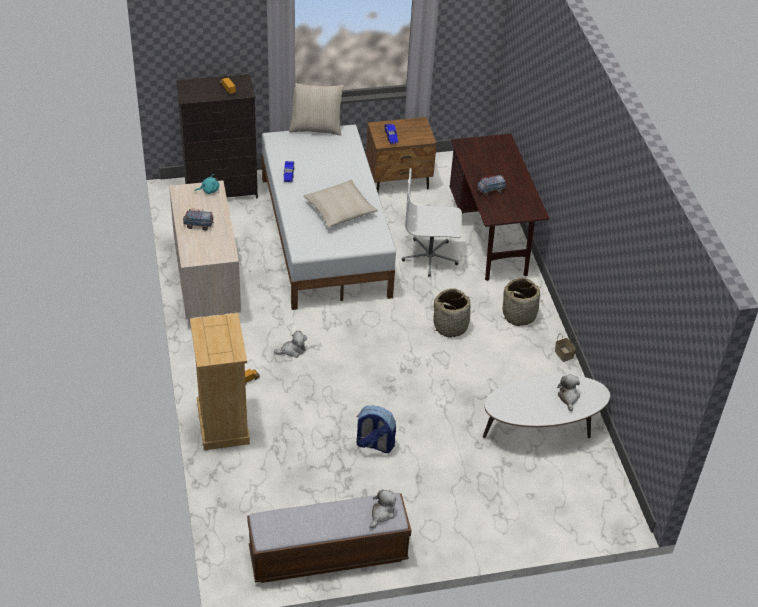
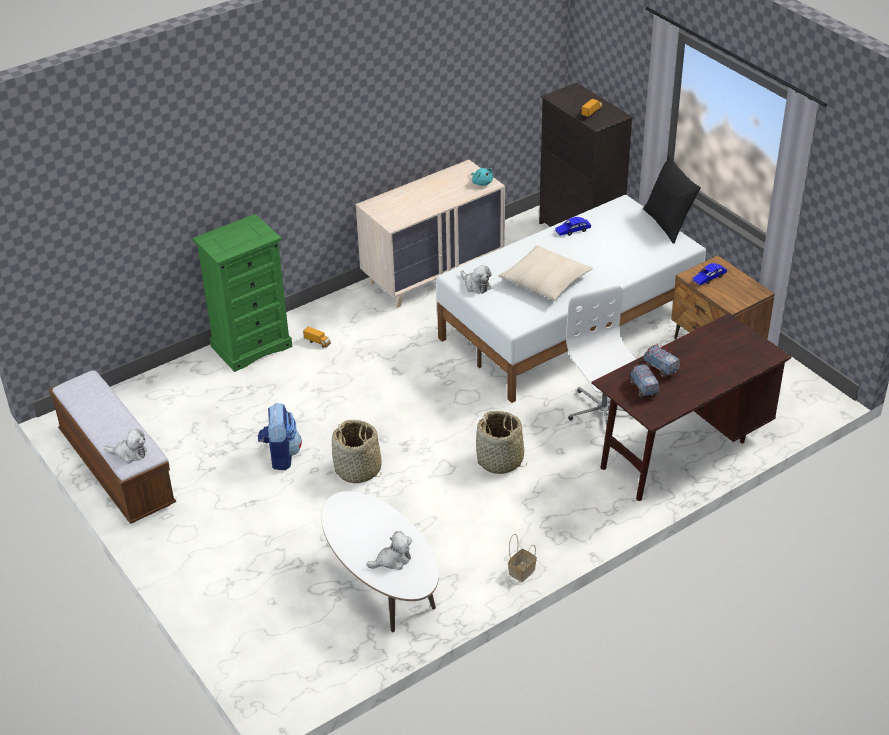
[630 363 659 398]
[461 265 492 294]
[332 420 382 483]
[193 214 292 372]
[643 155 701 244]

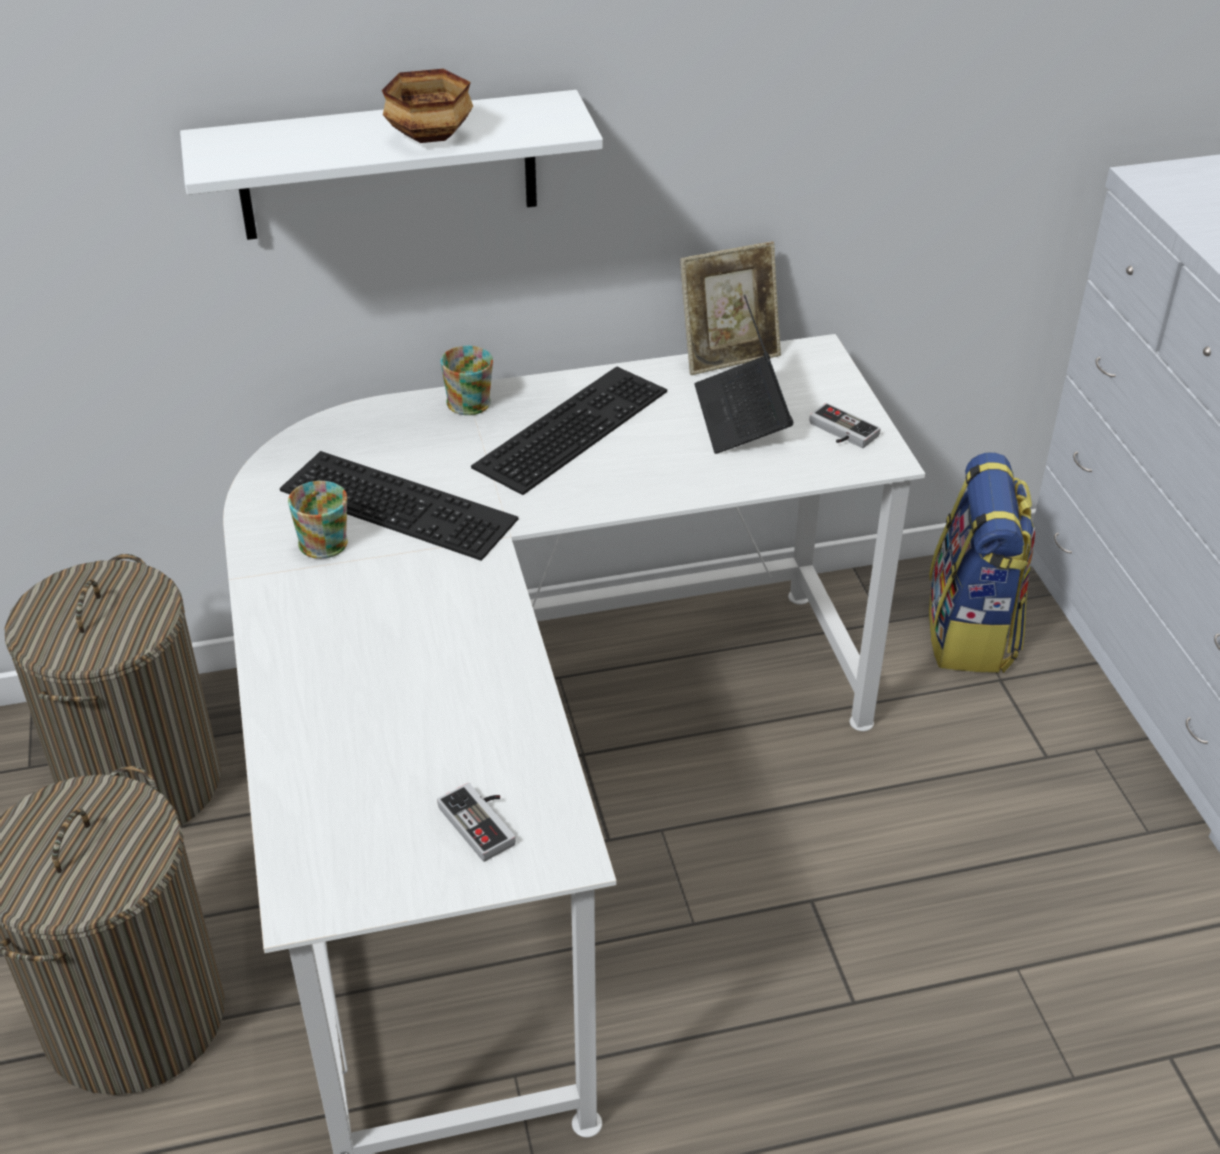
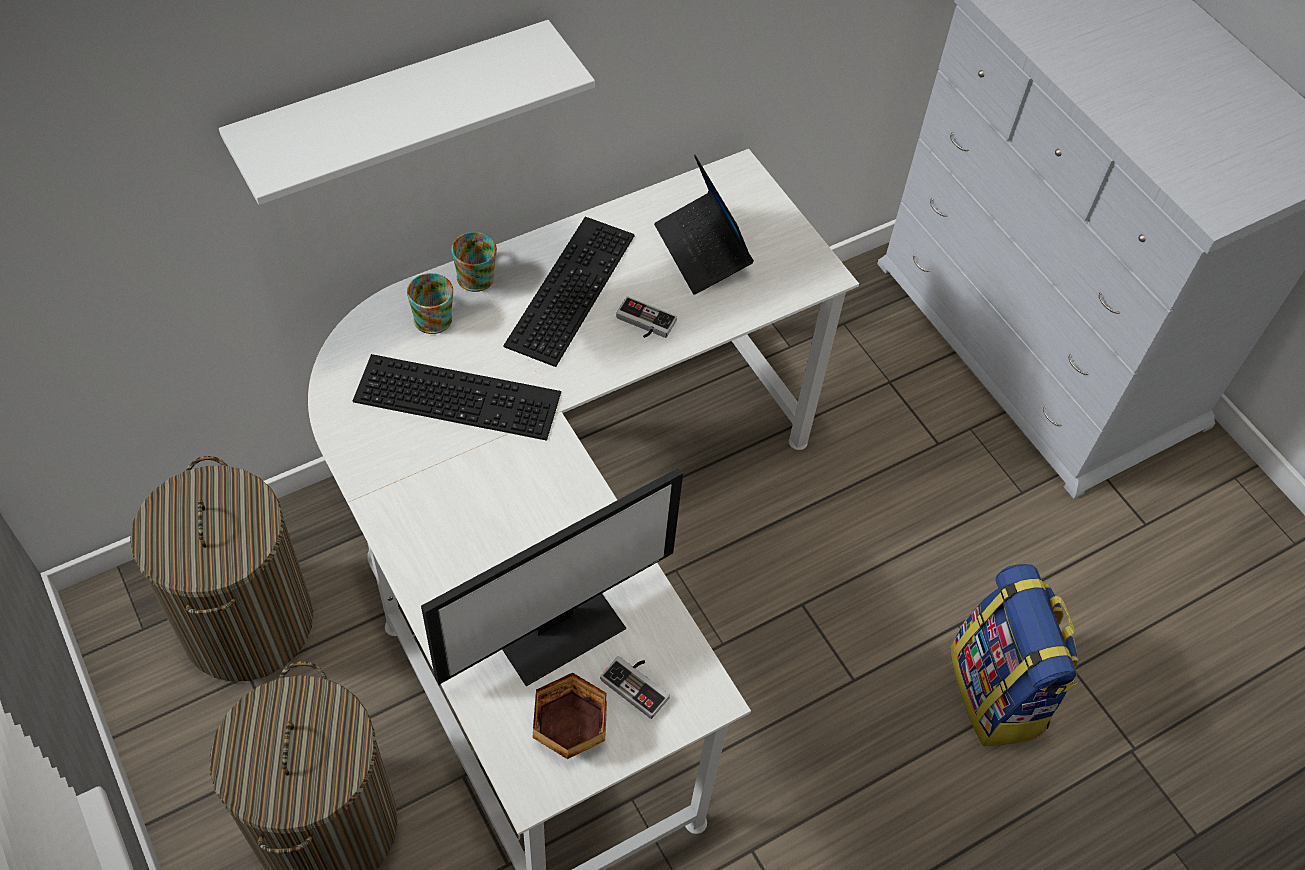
[680 241 781 375] (first image)
[421 467 683 686]
[407 273 453 334]
[532 673 607 759]
[616 296 677 338]
[950 564 1078 746]

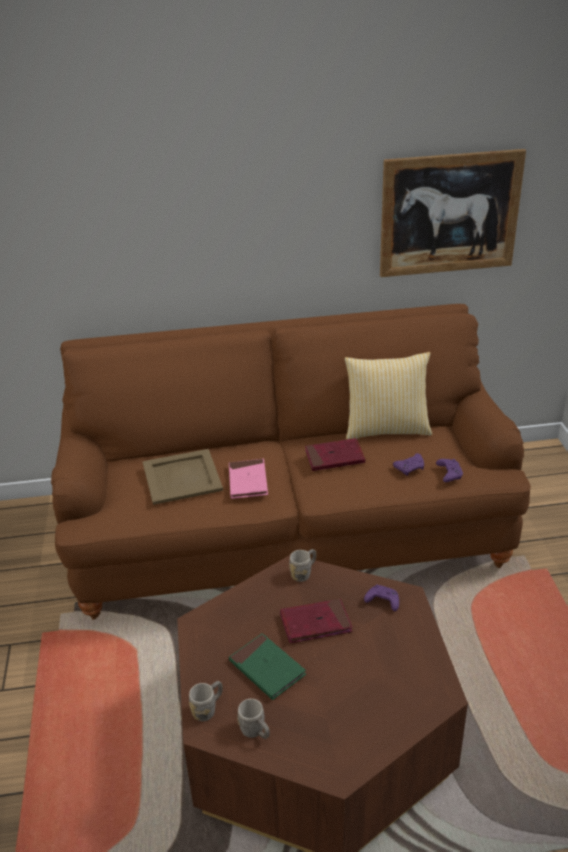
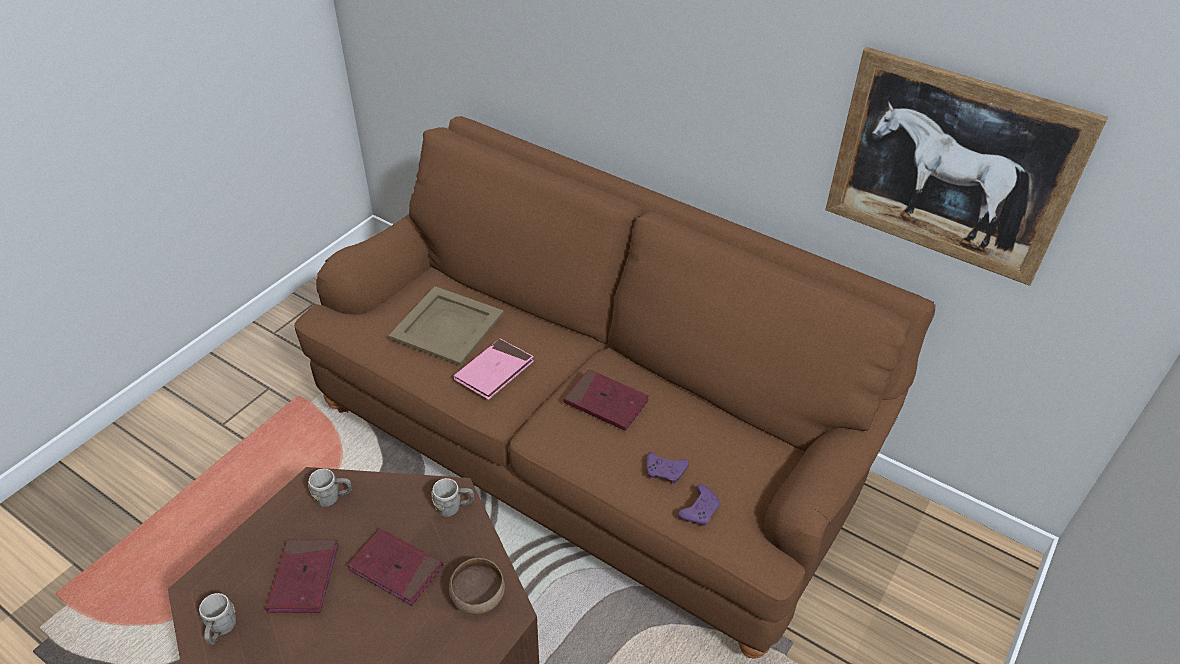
[345 352 432 440] (first image)
[308 469 352 507]
[449 558 505 614]
[265 539 339 613]

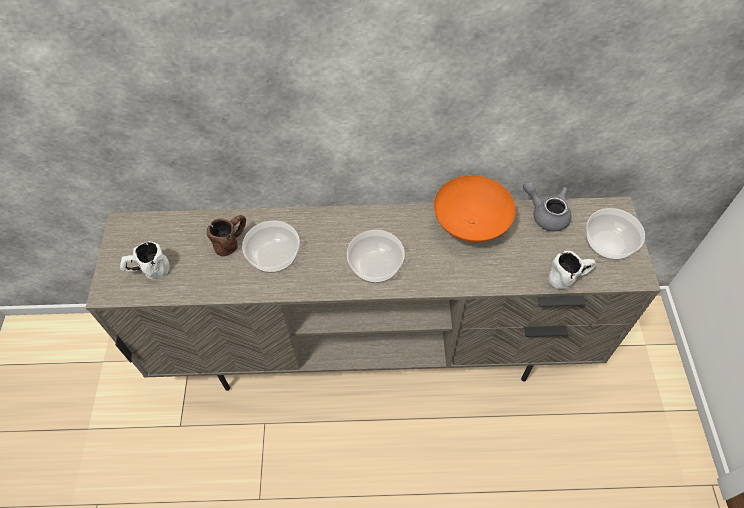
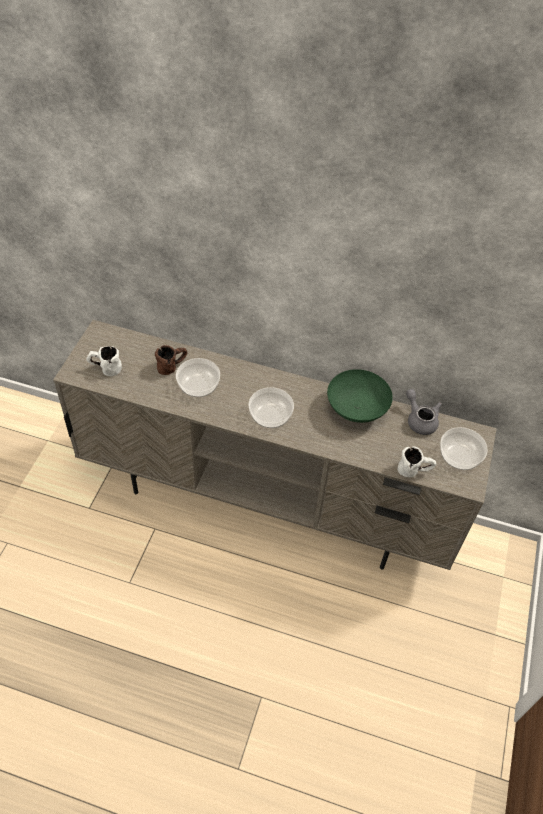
[327 369 393 423]

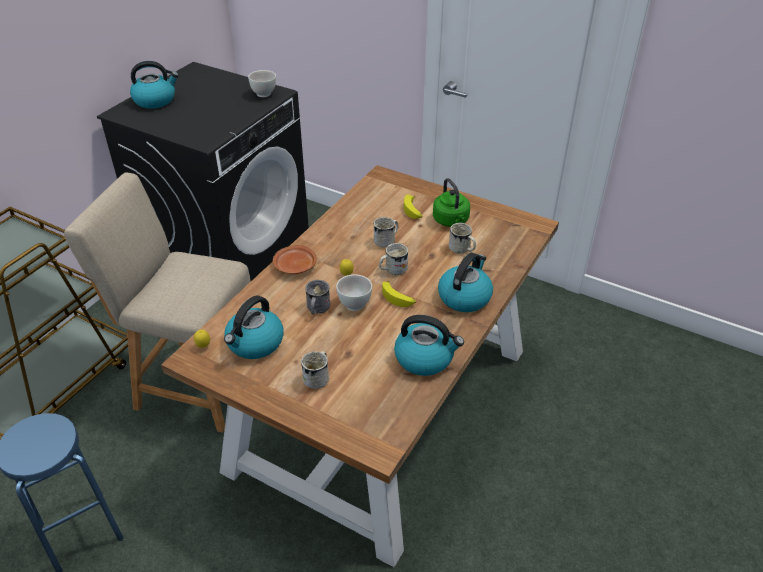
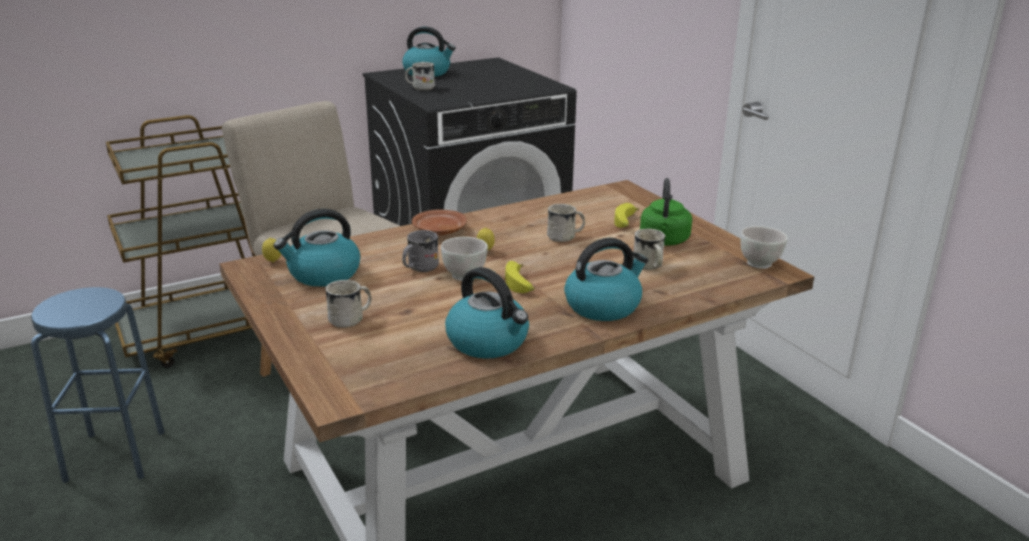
[741 226 788 269]
[405 62 435 90]

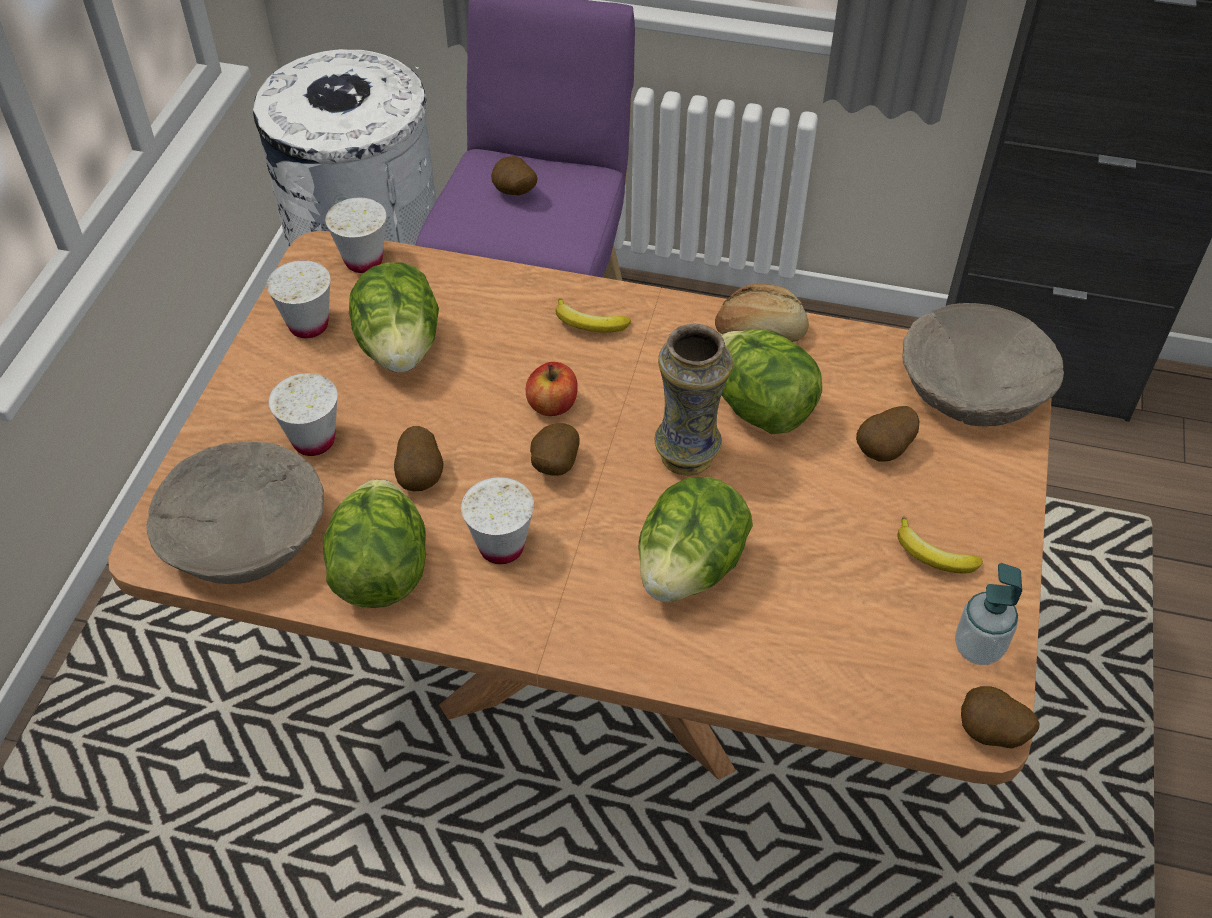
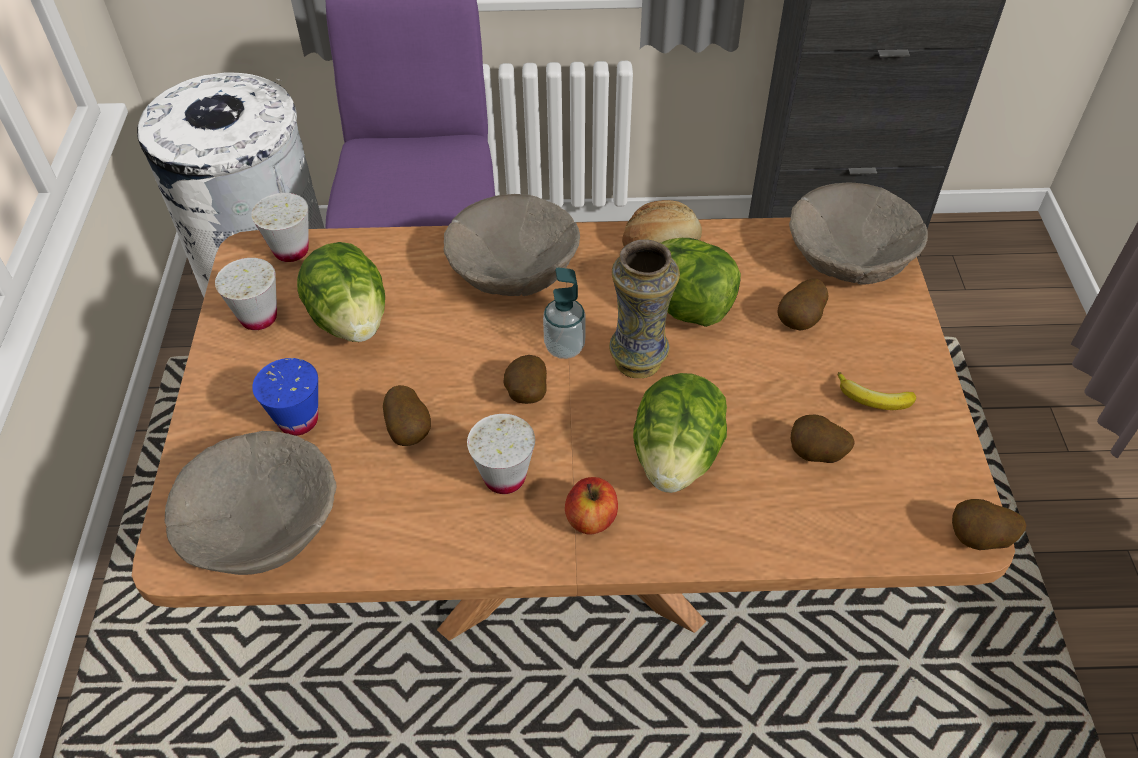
[323 479 426 608] (first image)
[791 414 855 463]
[565 477 618 535]
[543 267 586 359]
[443 194 580 296]
[252 358 318 436]

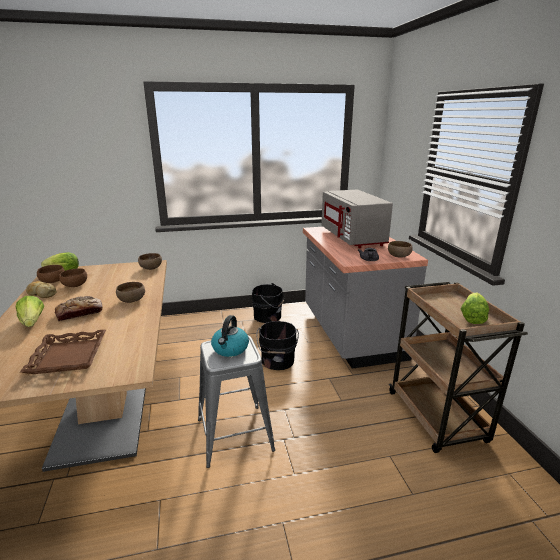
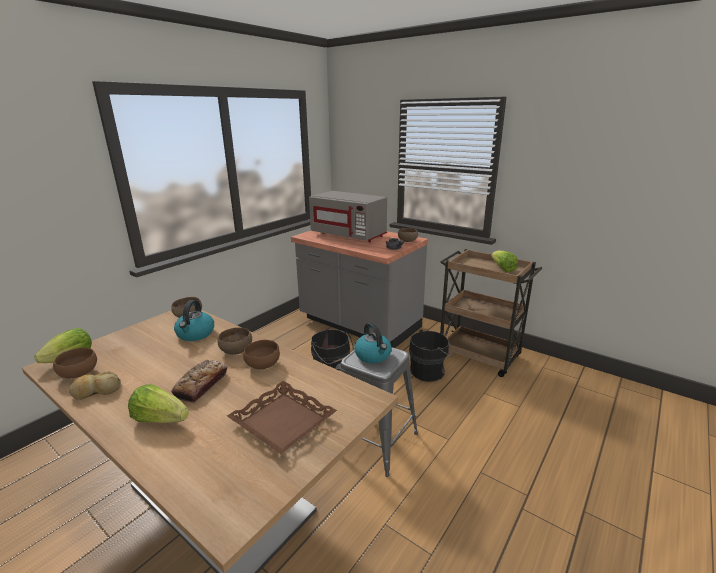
[174 300 214 341]
[243 340 280 369]
[409 330 453 382]

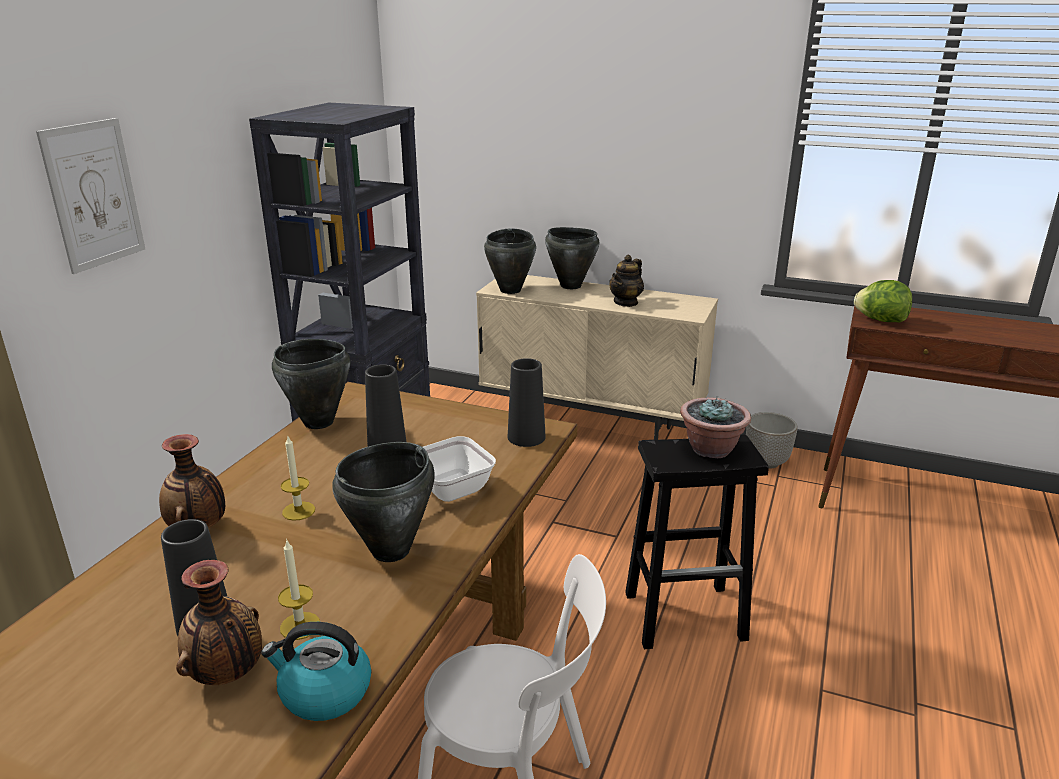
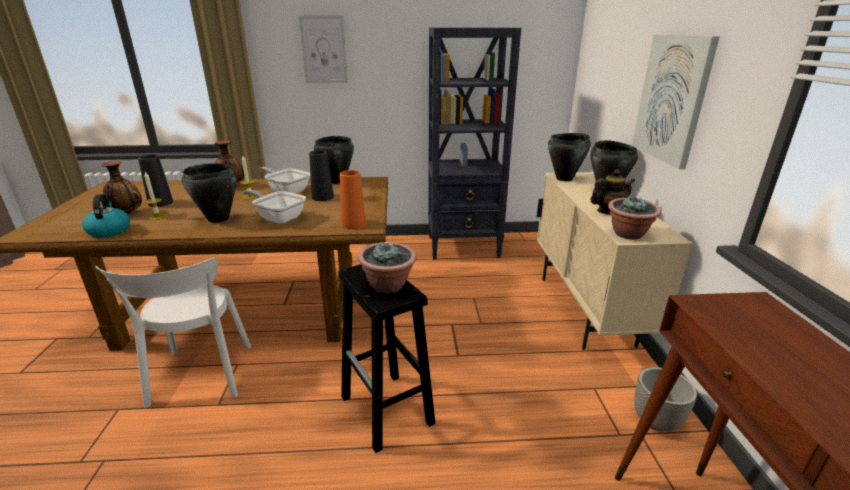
[854 280 912 322] (first image)
[258 167 310 194]
[608 197 661 240]
[632 34 720 169]
[340 170 366 229]
[590 169 635 215]

